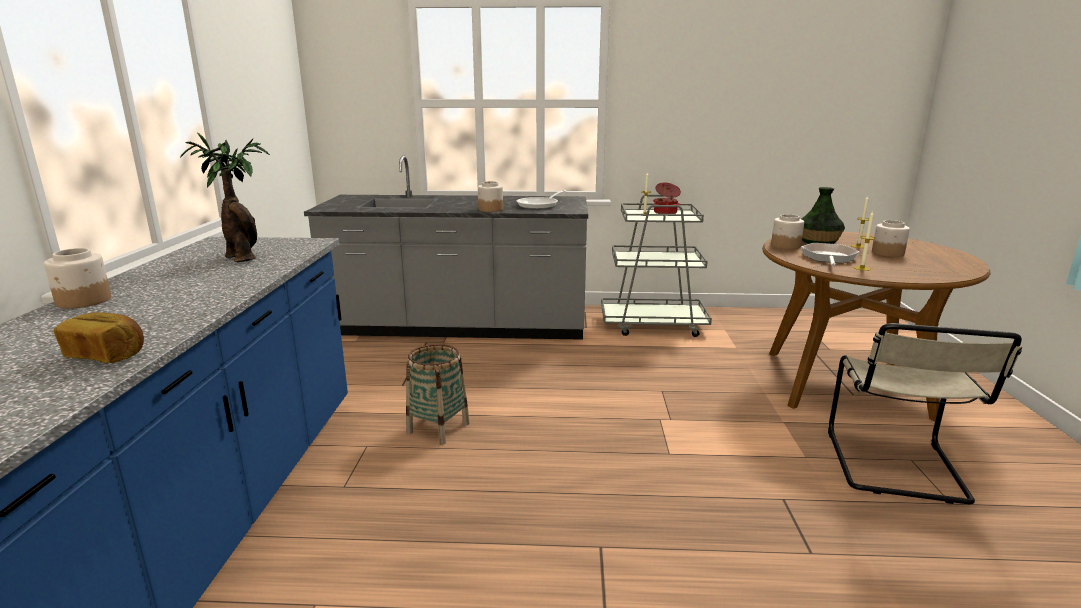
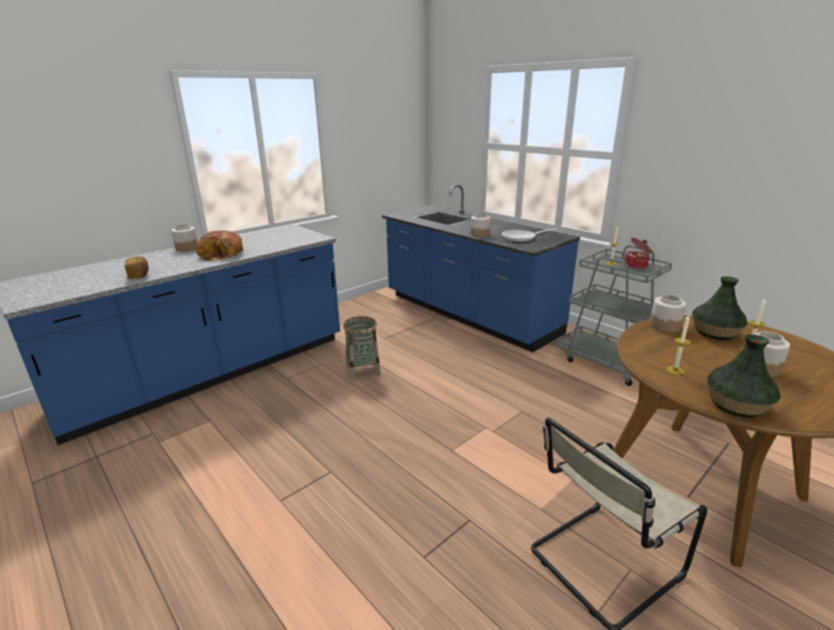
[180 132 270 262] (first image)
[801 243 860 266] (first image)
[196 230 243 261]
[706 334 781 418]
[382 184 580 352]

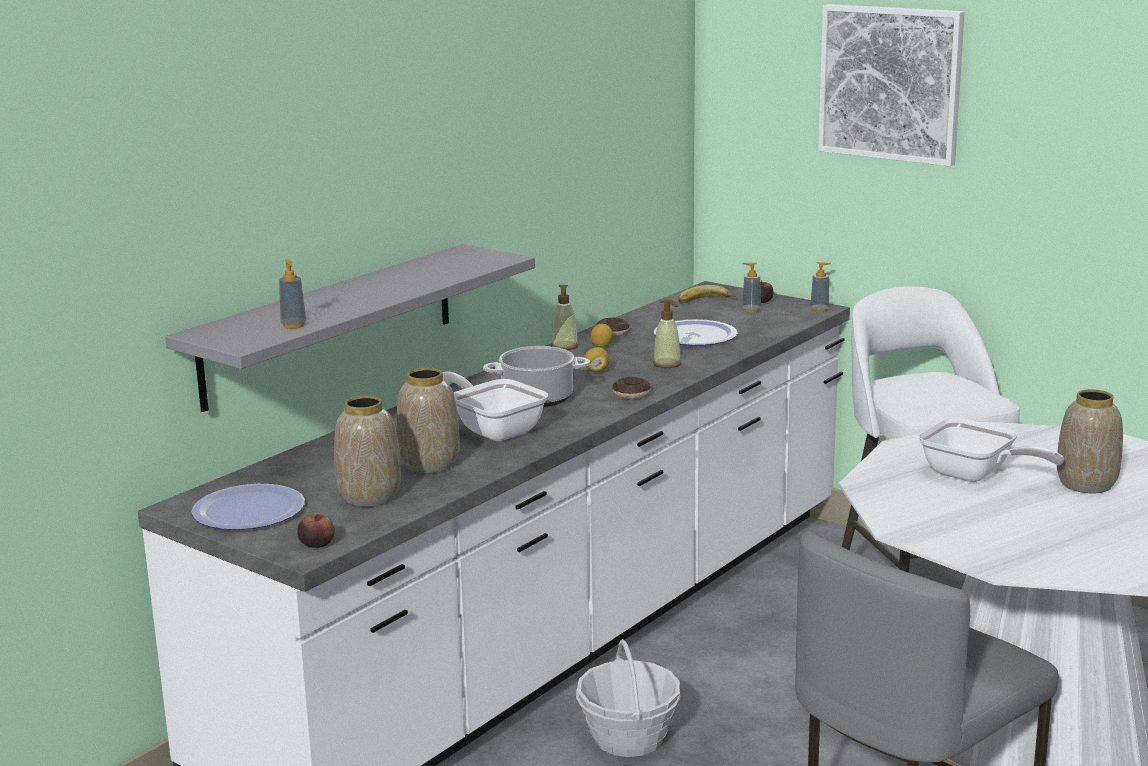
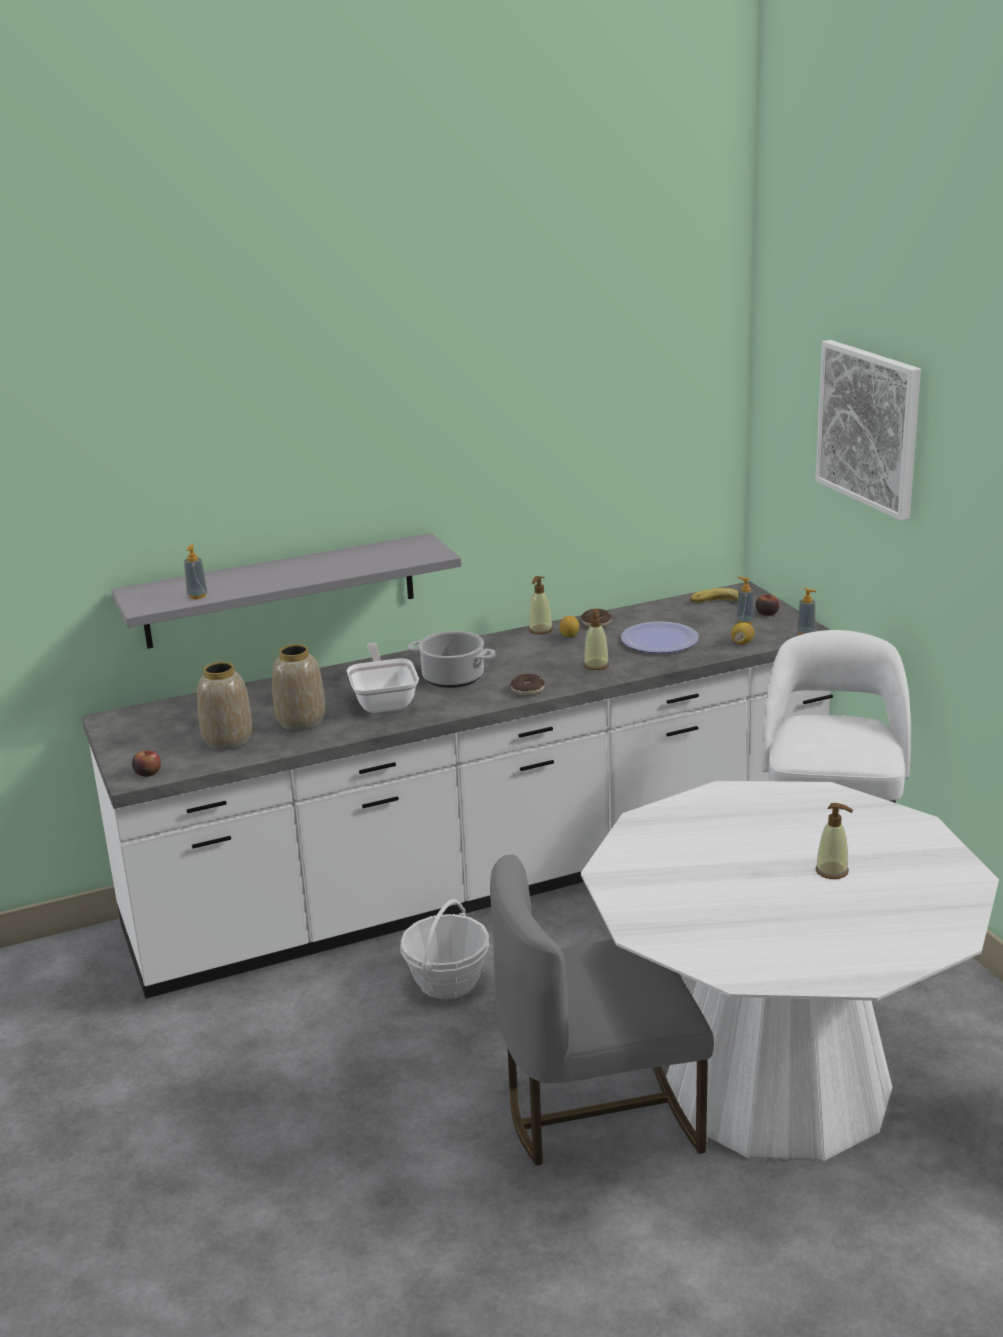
[191 484 305 530] (first image)
[918 418 1064 482] (first image)
[731 622 754 645]
[816 803 853 879]

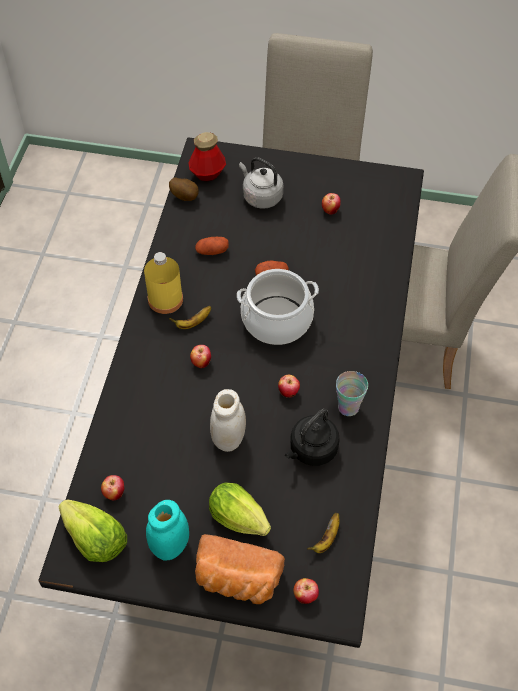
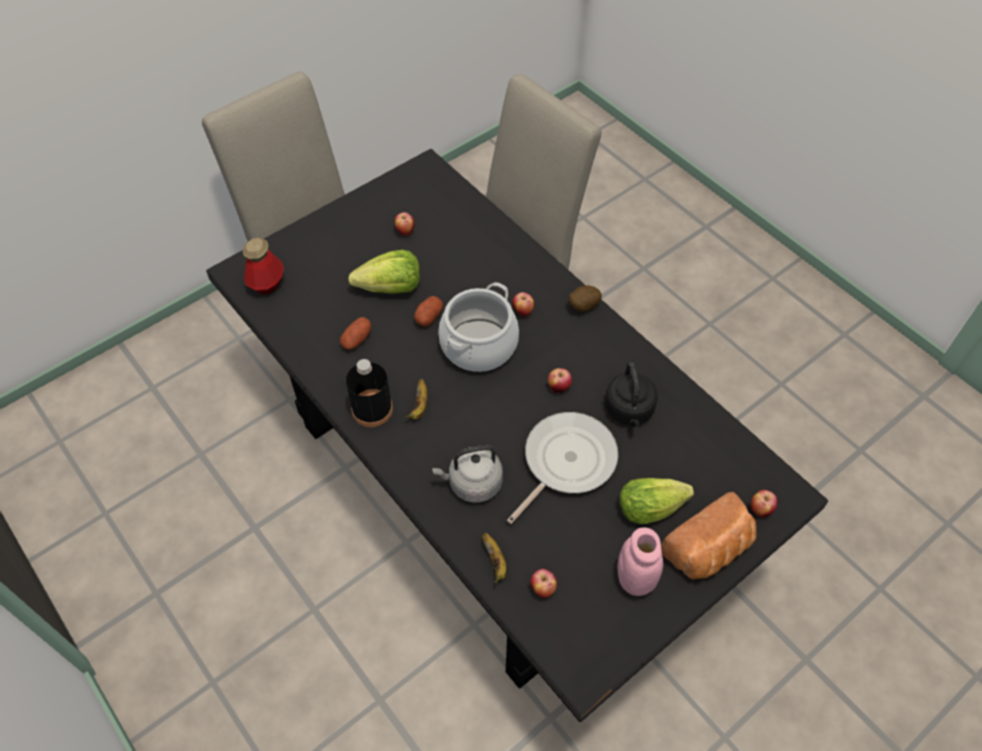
[336 371 368 416] (first image)
[348 250 420 294]
[569 285 602 311]
[512 292 534 316]
[432 445 503 503]
[483 533 507 583]
[507 412 618 524]
[346 359 393 427]
[618 527 663 596]

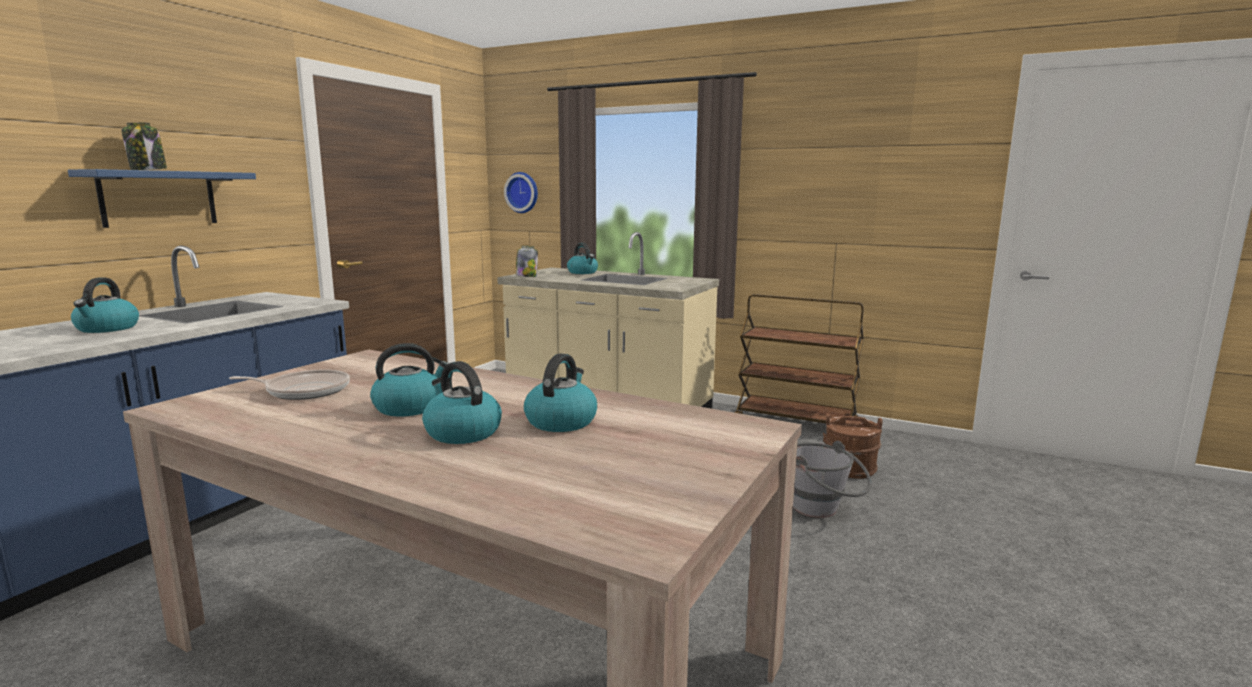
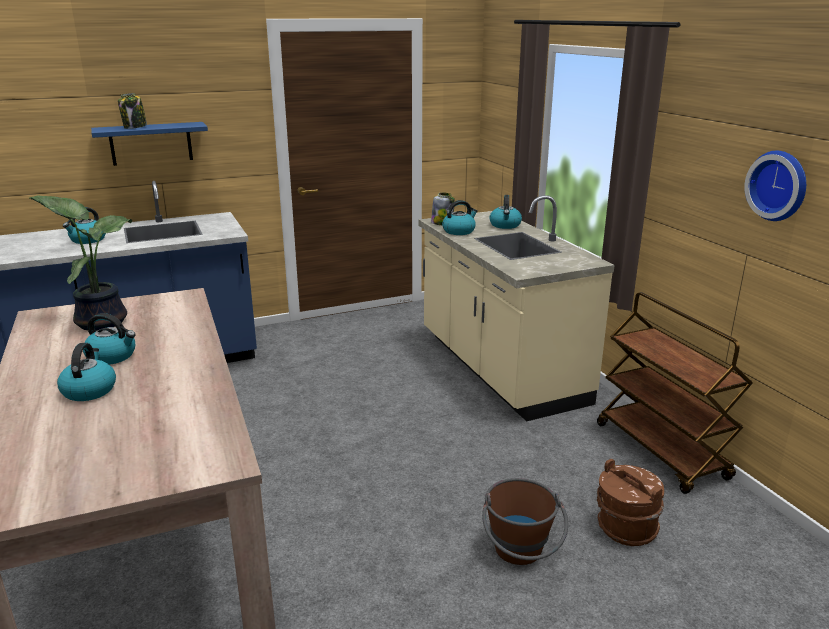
[744 150 806 221]
[442 200 478 235]
[29 195 132 331]
[482 478 568 565]

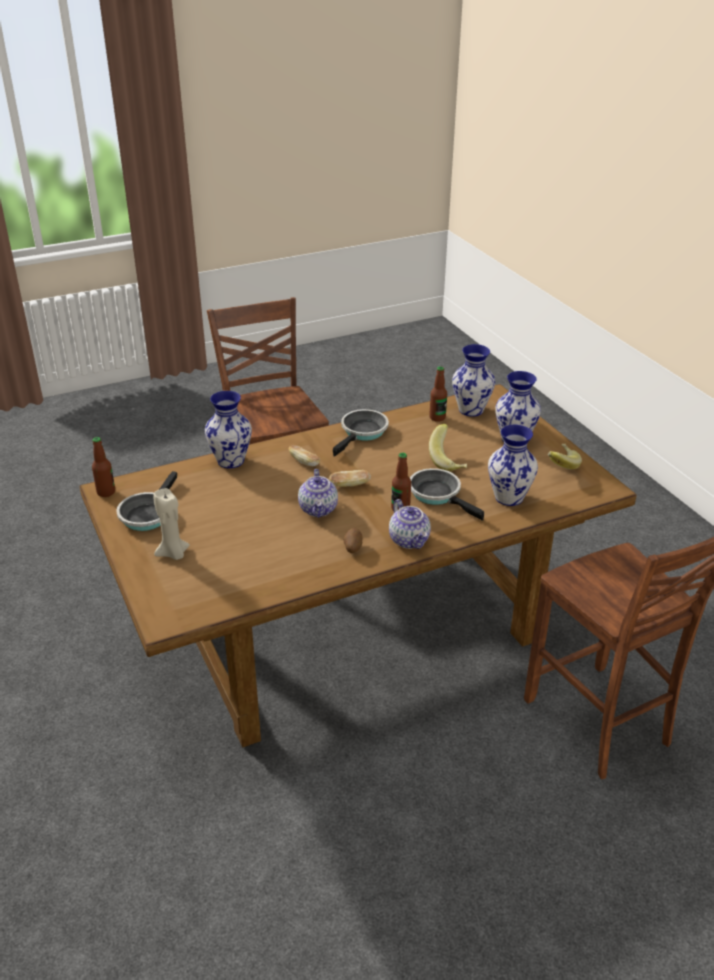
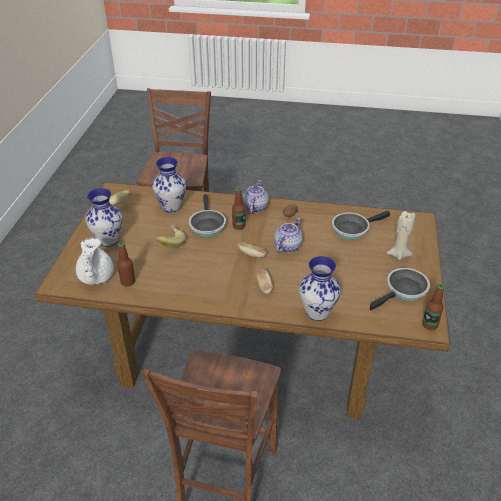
[332 211 390 240]
[76 238 114 285]

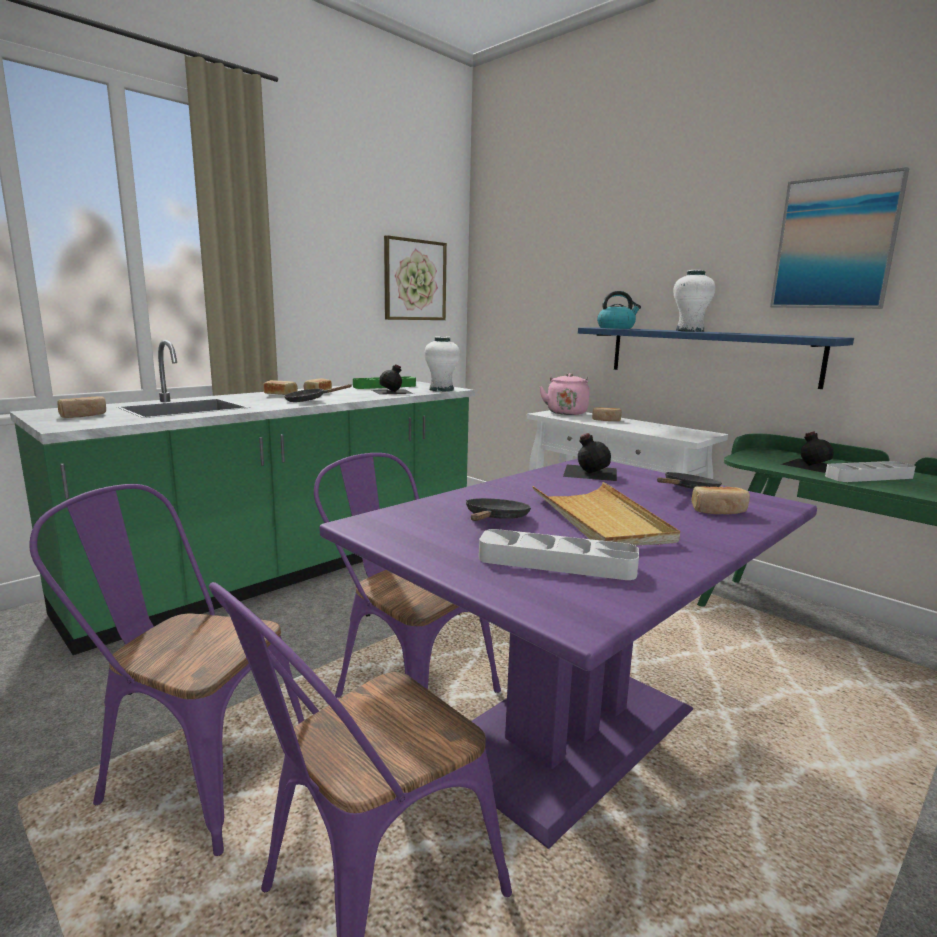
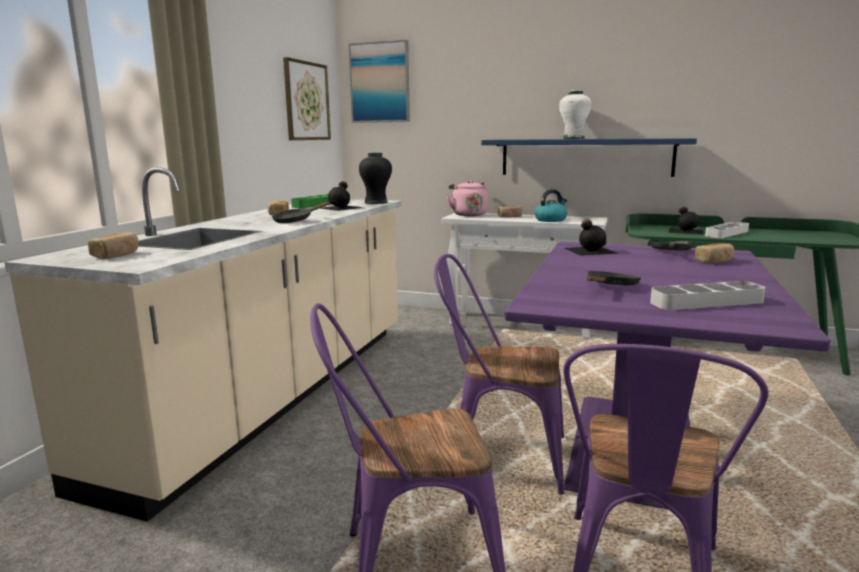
[264 380 298 395] (first image)
[532 482 680 546] (first image)
[535 189 567 222]
[349 40 410 123]
[4 167 402 522]
[359 153 392 204]
[587 271 641 285]

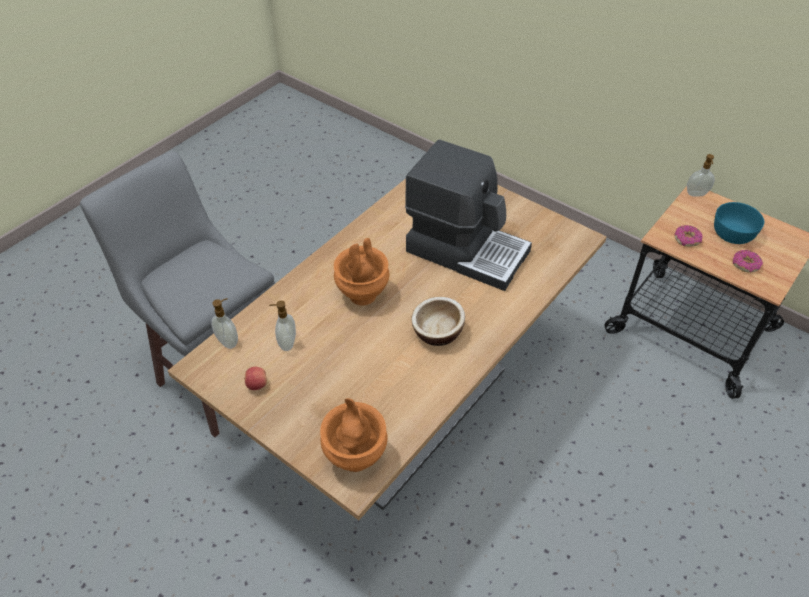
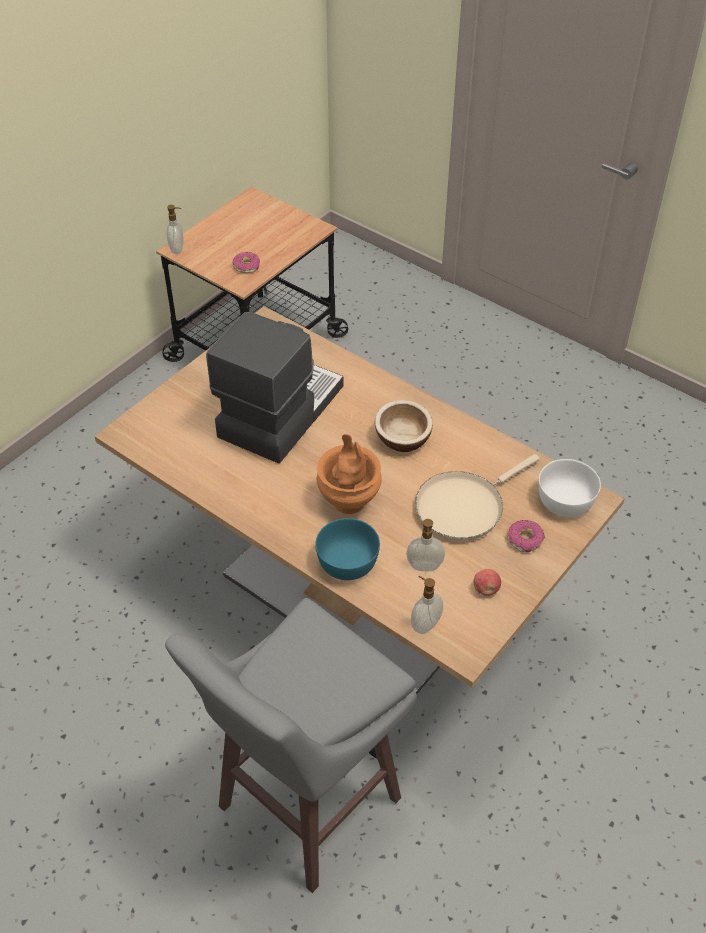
[415 454 540 541]
[315 518 380 580]
[508 520 545 552]
[538 459 601 517]

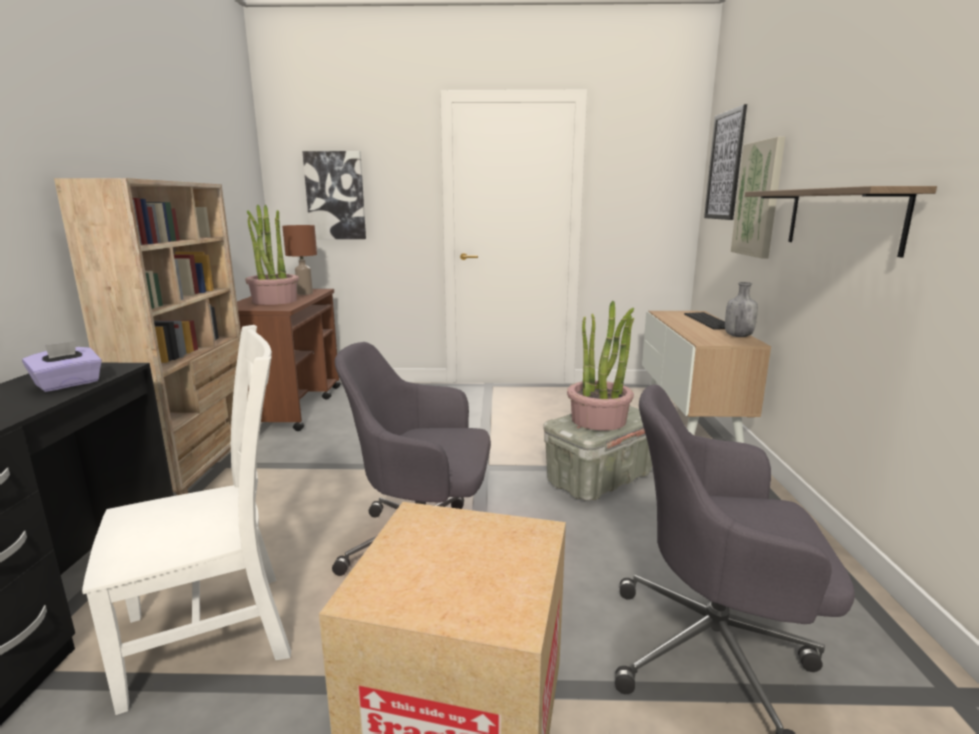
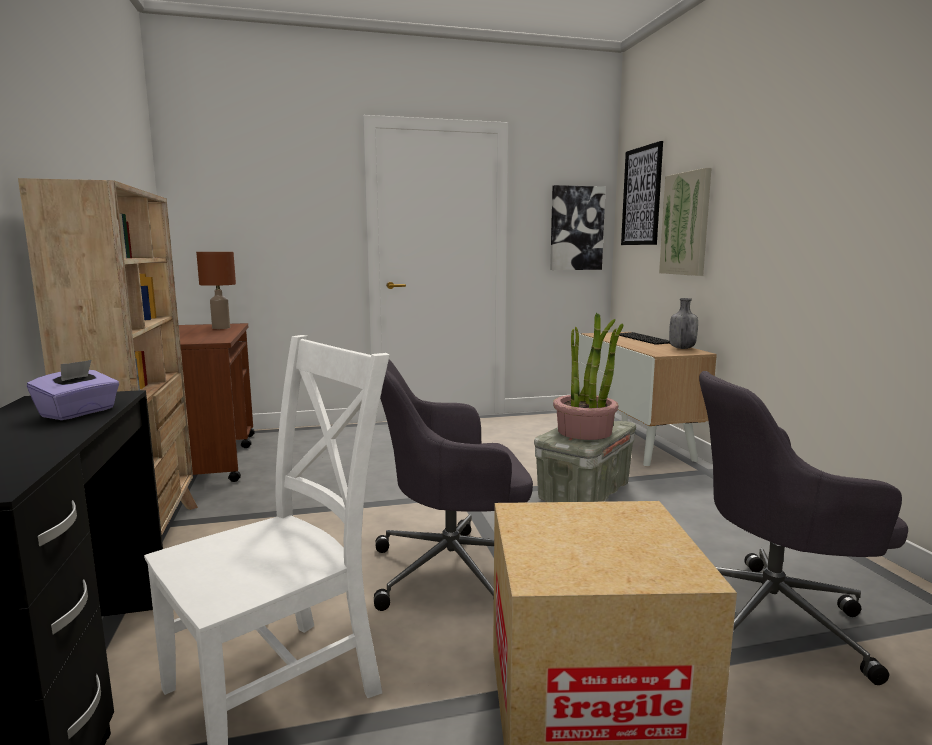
[245 205 299 305] (first image)
[745 186 937 257] (first image)
[550 185 606 270]

